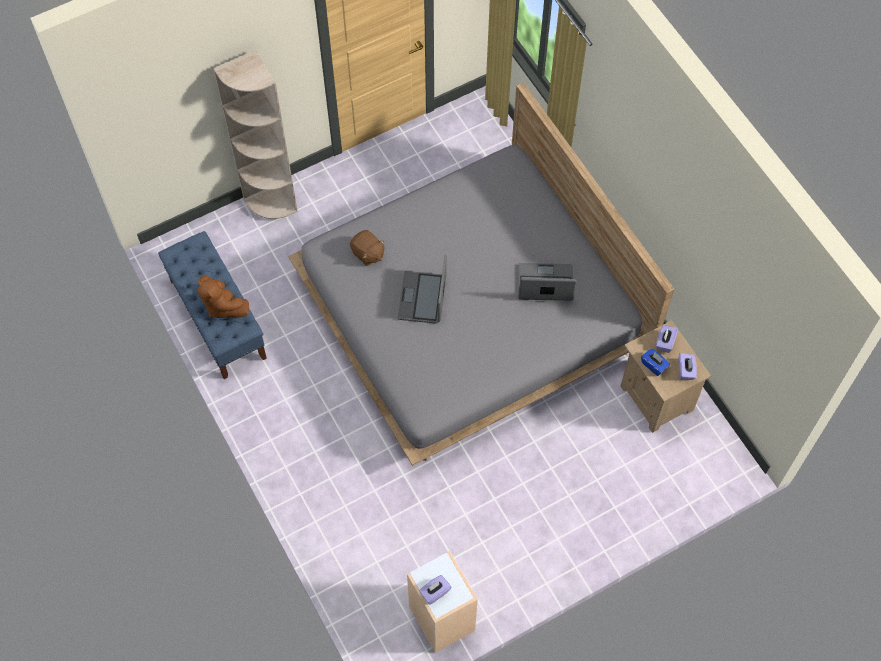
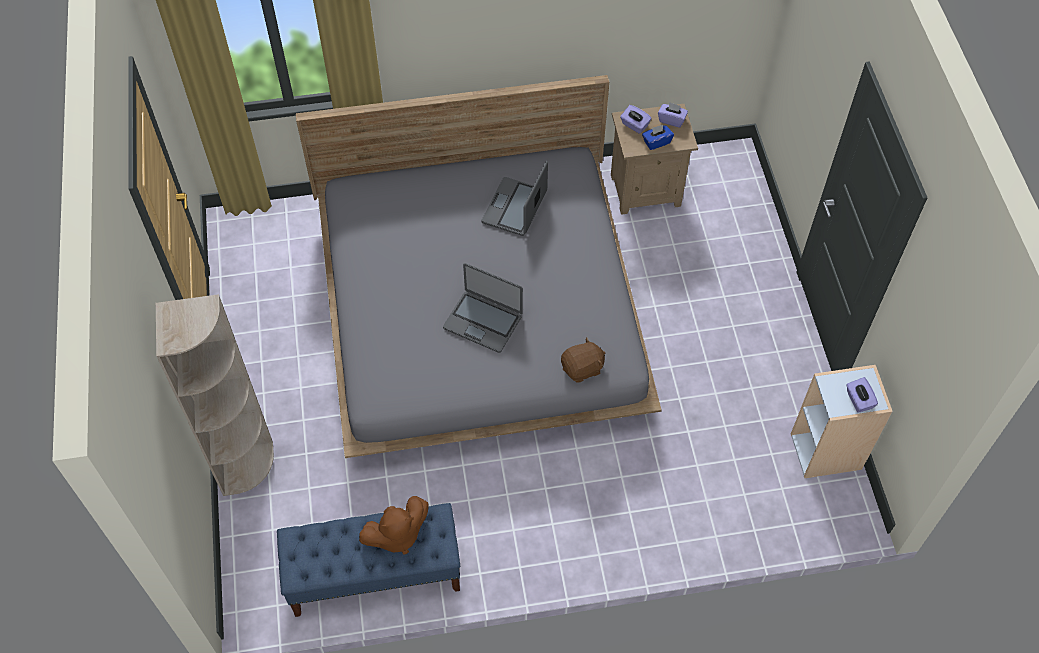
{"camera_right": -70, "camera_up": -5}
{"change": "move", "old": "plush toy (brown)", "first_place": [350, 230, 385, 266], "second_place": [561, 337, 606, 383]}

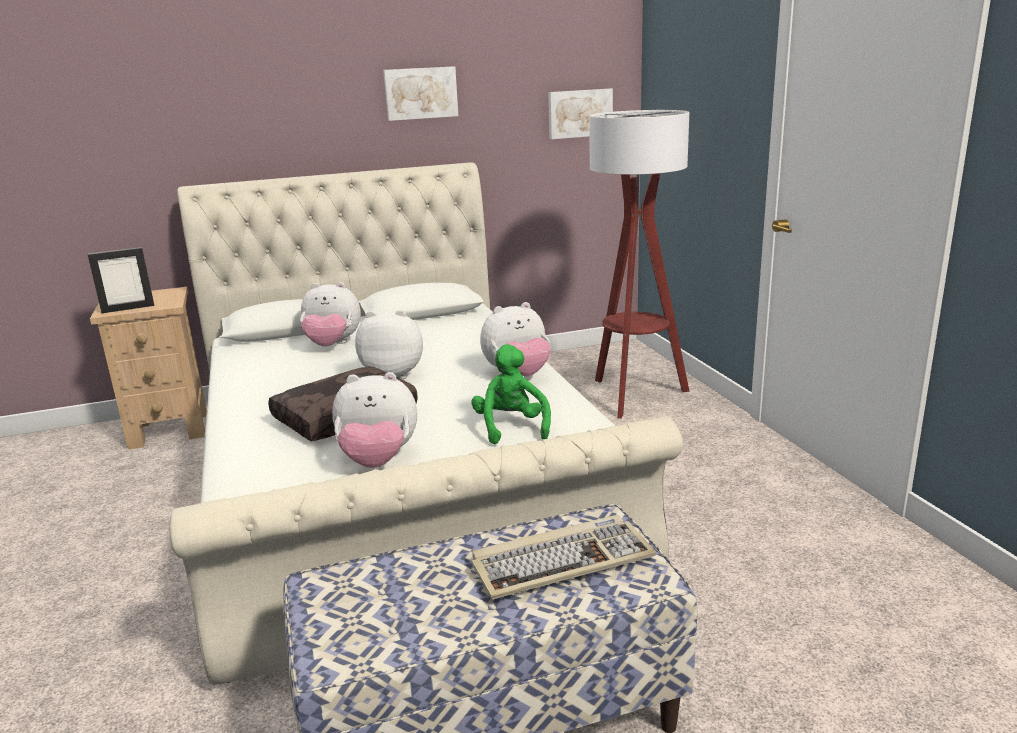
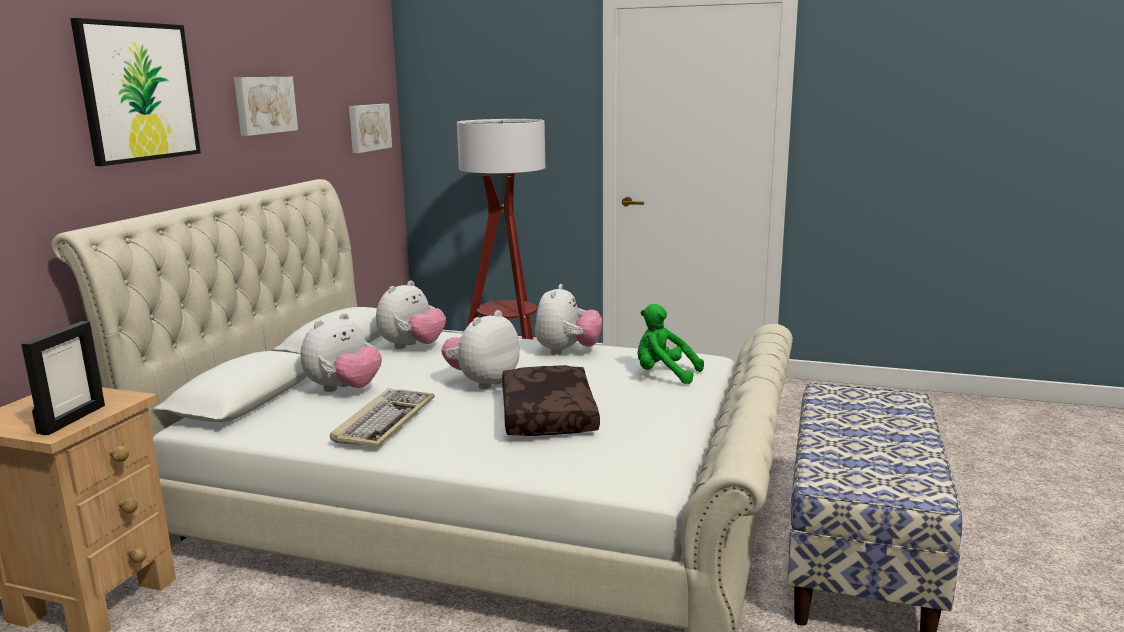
{"camera_right": -55, "camera_up": -5}
{"change": "insert", "new": "picture", "second_place": [70, 18, 201, 166]}
{"change": "move", "old": "plush toy", "first_place": [332, 372, 417, 468], "second_place": [376, 280, 446, 349]}
{"change": "move", "old": "keyboard", "first_place": [472, 515, 656, 600], "second_place": [330, 388, 435, 447]}

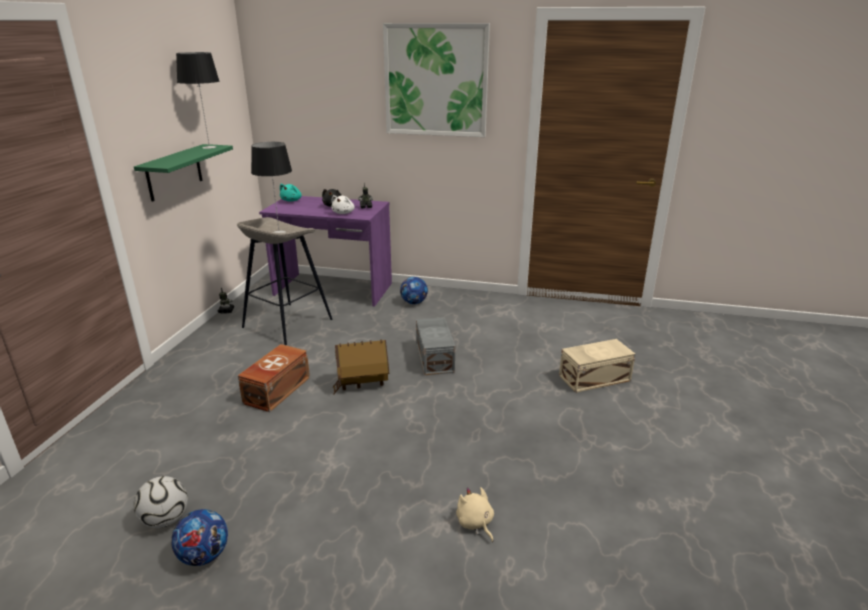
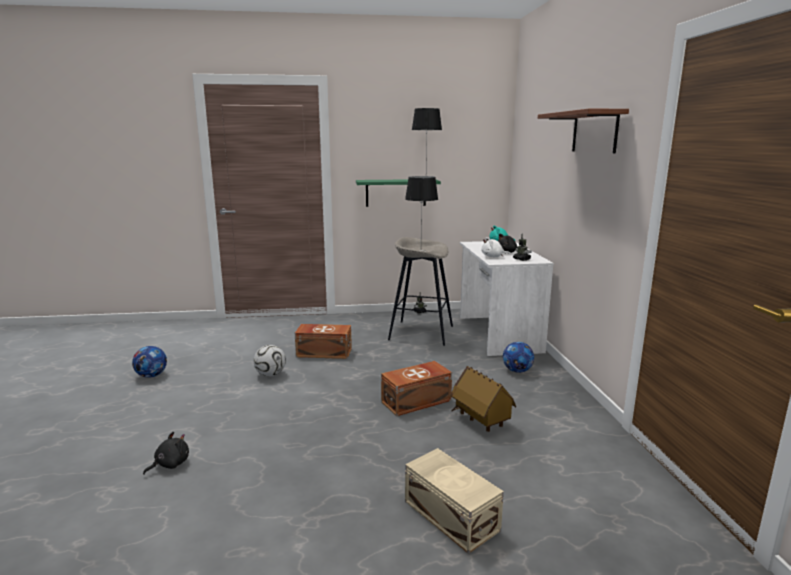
{"camera_right": 70, "camera_up": -10}
{"change": "move", "old": "football", "first_place": [134, 476, 188, 528], "second_place": [254, 345, 286, 377]}
{"change": "move", "old": "toy house", "first_place": [333, 339, 389, 394], "second_place": [451, 366, 516, 432]}
{"change": "replace", "old": "picture", "new": "shelf (brown)", "first_place": [383, 23, 490, 137], "second_place": [538, 108, 629, 153]}
{"change": "recolor", "old": "desk (purple)", "new": "desk (white)", "first_place": [259, 196, 392, 306], "second_place": [460, 241, 554, 356]}
{"change": "recolor", "old": "storage box (grey)", "new": "storage box (brown)", "first_place": [416, 317, 455, 375], "second_place": [381, 361, 452, 416]}
{"change": "recolor", "old": "plush toy (beige)", "new": "plush toy (black)", "first_place": [456, 487, 494, 542], "second_place": [143, 431, 189, 475]}

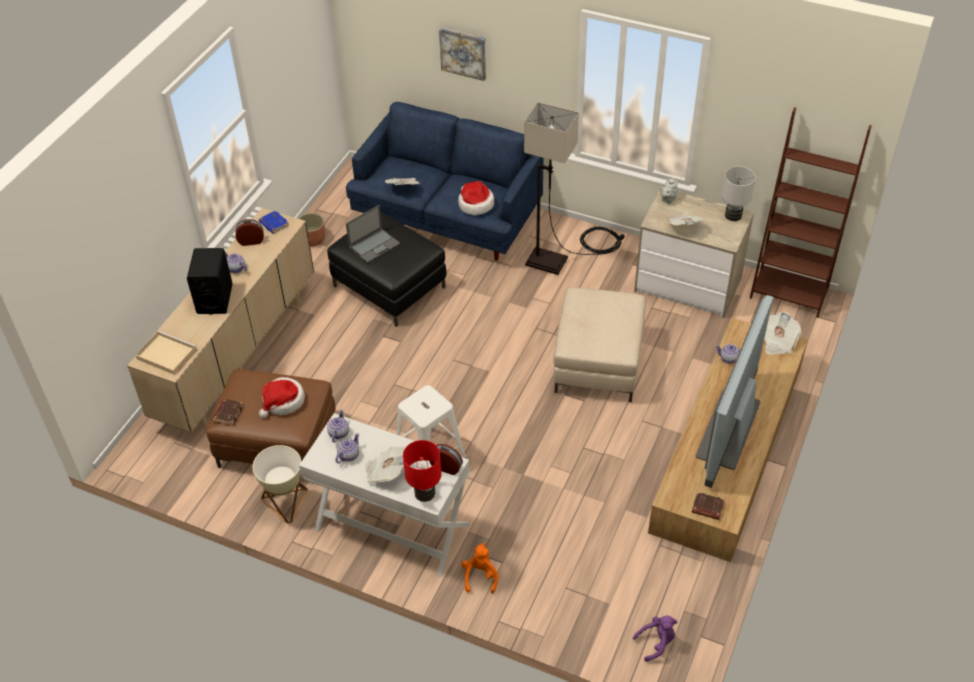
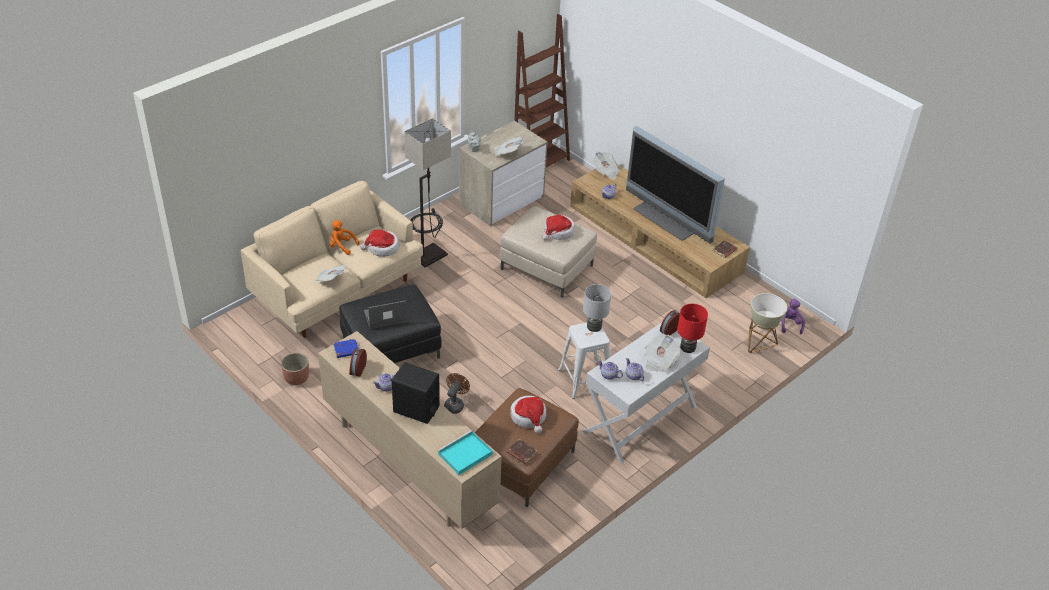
{"camera_right": -70, "camera_up": -5}
{"change": "delete", "old": "picture", "first_place": [439, 28, 486, 81]}
{"change": "insert", "new": "fan (brown)", "second_place": [444, 373, 470, 414]}
{"change": "insert", "new": "hat", "second_place": [542, 215, 575, 241]}
{"change": "move", "old": "planter", "first_place": [252, 445, 307, 523], "second_place": [748, 293, 787, 353]}
{"change": "move", "old": "plush toy (orange)", "first_place": [461, 543, 498, 594], "second_place": [330, 220, 359, 255]}
{"change": "move", "old": "table lamp (grey)", "first_place": [722, 166, 755, 221], "second_place": [583, 284, 611, 332]}
{"change": "recolor", "old": "tray (beige)", "new": "tray (turquoise)", "first_place": [136, 331, 196, 375], "second_place": [437, 430, 493, 475]}
{"change": "recolor", "old": "sofa (blue)", "new": "sofa (beige)", "first_place": [346, 102, 544, 261], "second_place": [241, 181, 423, 338]}
{"change": "rotate", "old": "laptop", "first_place": [346, 205, 400, 263], "second_place": [364, 300, 407, 329], "degrees": -90}

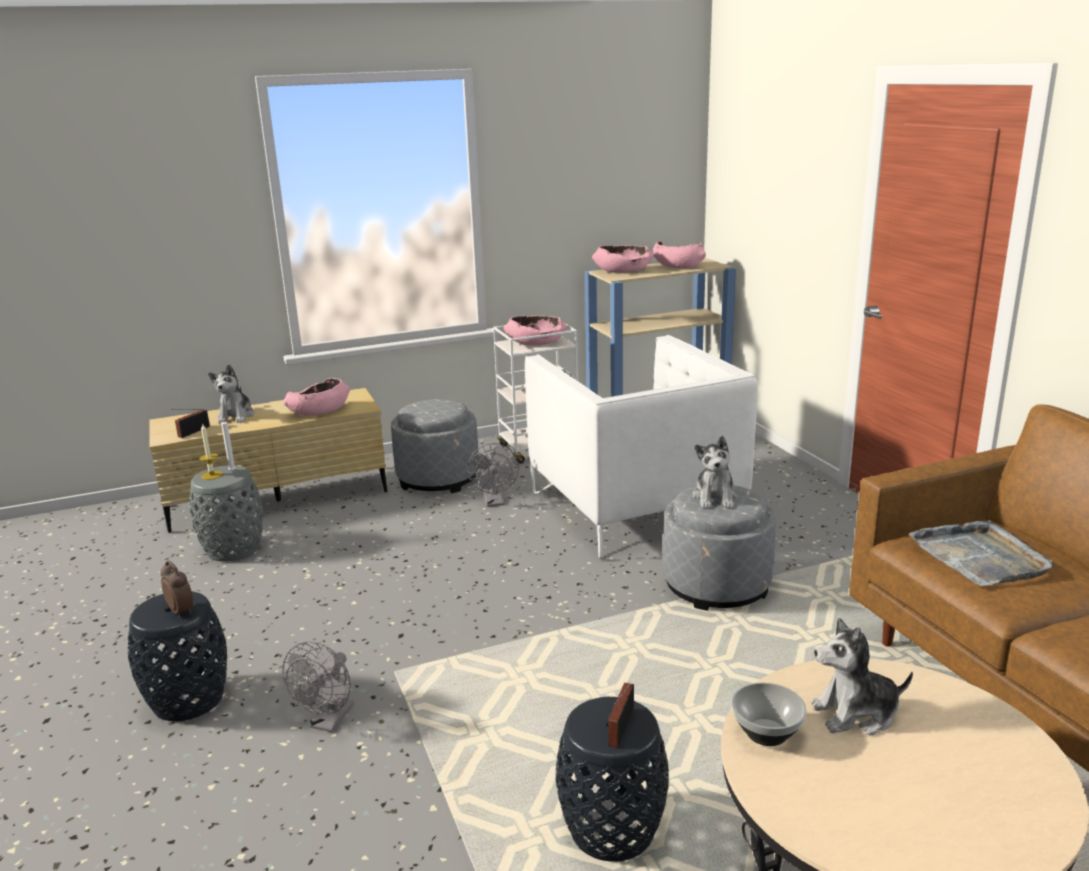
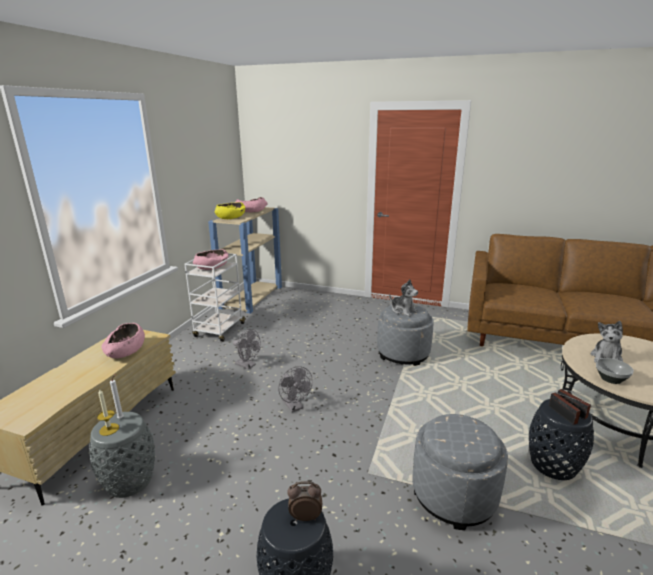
{"camera_right": -50, "camera_up": 0}
{"change": "delete", "old": "plush toy", "first_place": [208, 364, 254, 424]}
{"change": "delete", "old": "armchair (white)", "first_place": [525, 335, 758, 559]}
{"change": "delete", "old": "tray (grey)", "first_place": [909, 521, 1054, 586]}
{"change": "move", "old": "radio", "first_place": [171, 409, 210, 438], "second_place": [549, 393, 586, 425]}
{"change": "move", "old": "fan (grey)", "first_place": [282, 642, 354, 732], "second_place": [278, 366, 313, 412]}
{"change": "move", "old": "ottoman (grey)", "first_place": [391, 399, 479, 494], "second_place": [412, 414, 508, 530]}
{"change": "recolor", "old": "bowl (pink)", "new": "bowl (yellow)", "first_place": [592, 245, 654, 273], "second_place": [215, 202, 245, 219]}

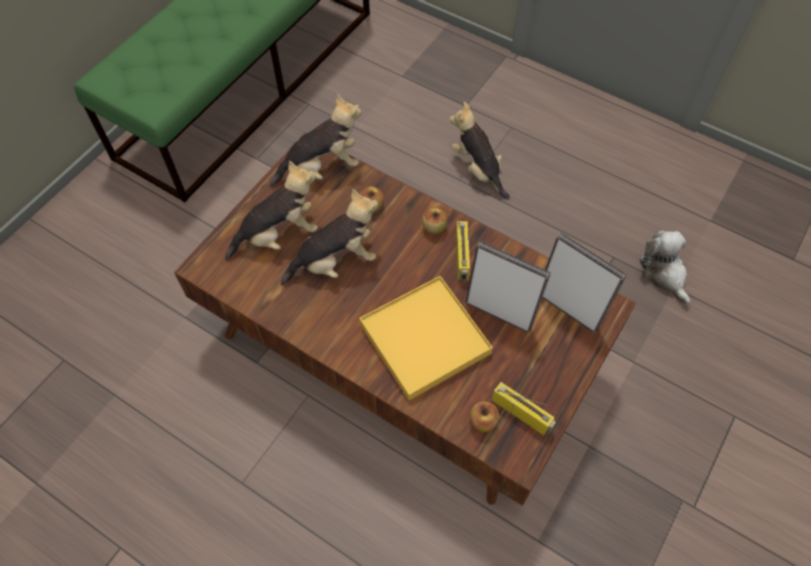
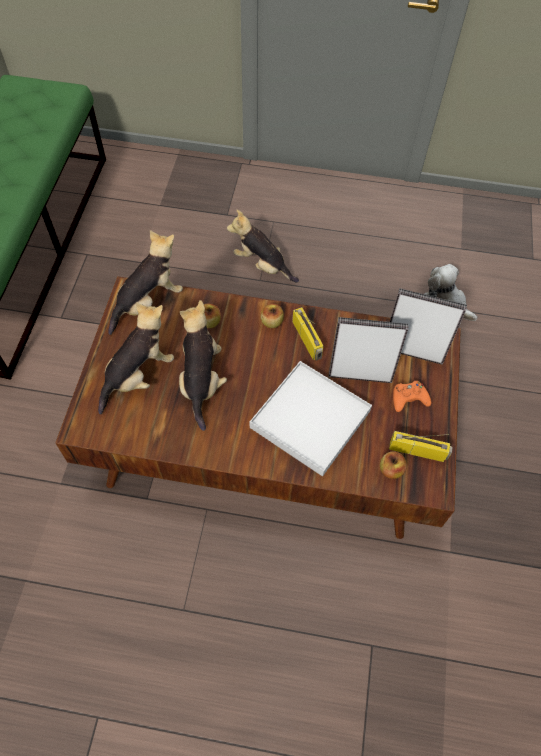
{"camera_right": -25, "camera_up": 0}
{"change": "insert", "new": "game controller (orange)", "second_place": [393, 381, 431, 412]}
{"change": "recolor", "old": "tray (yellow)", "new": "tray (white)", "first_place": [359, 276, 493, 400], "second_place": [250, 361, 372, 476]}
{"change": "rotate", "old": "plush toy", "first_place": [281, 188, 378, 286], "second_place": [179, 300, 227, 431], "degrees": -45}

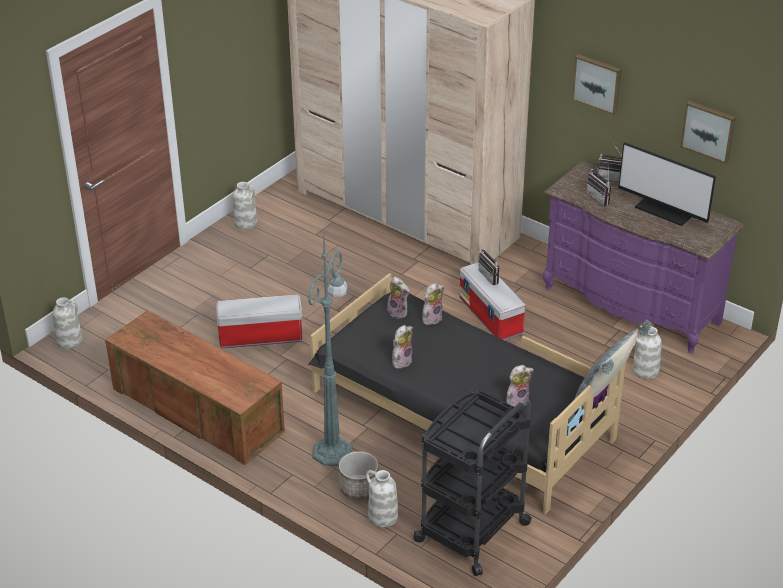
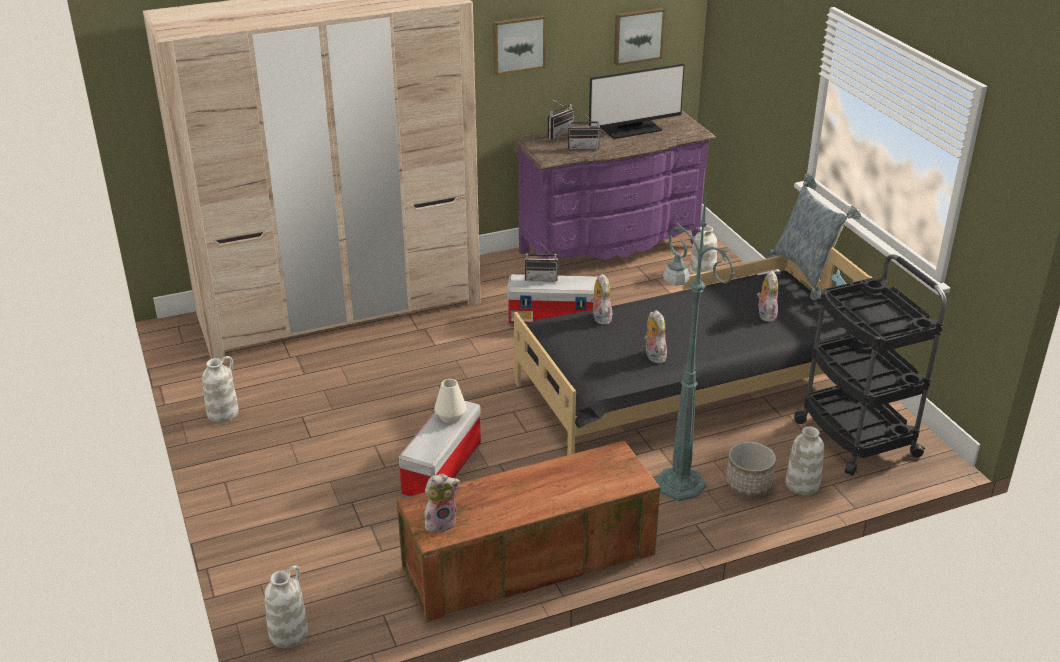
{"camera_right": -60, "camera_up": -5}
{"change": "insert", "new": "vase (white)", "second_place": [435, 379, 467, 423]}
{"change": "move", "old": "plush toy", "first_place": [387, 277, 410, 319], "second_place": [424, 474, 460, 534]}

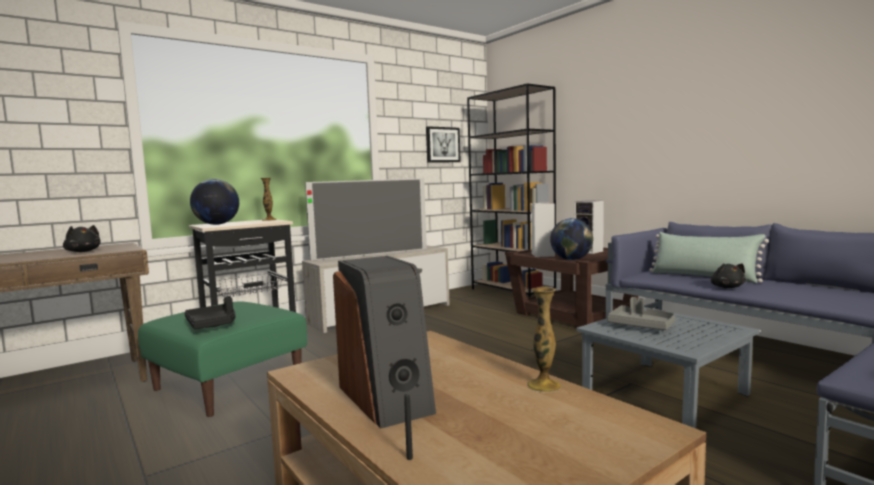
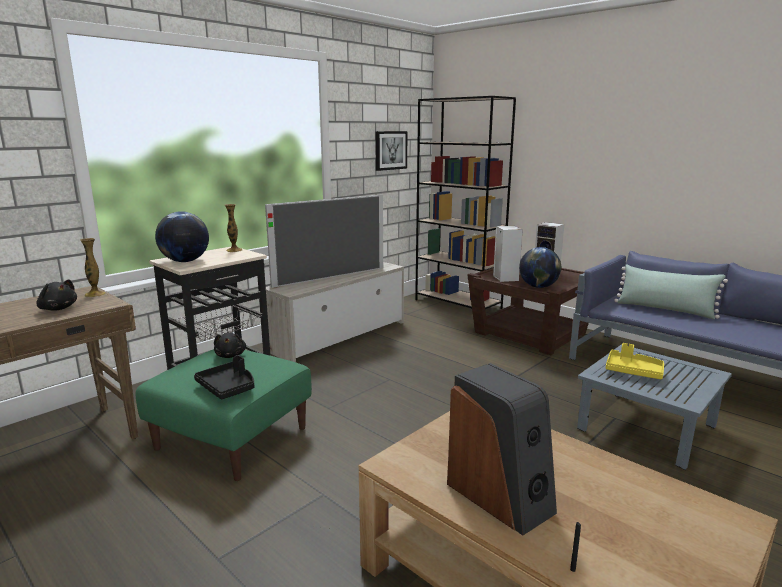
{"camera_right": -10, "camera_up": 10}
{"change": "move", "old": "vase", "first_place": [527, 287, 561, 392], "second_place": [80, 238, 106, 297]}
{"change": "move", "old": "plush toy (black)", "first_place": [711, 263, 746, 288], "second_place": [214, 333, 246, 358]}
{"change": "recolor", "old": "tray (grey)", "new": "tray (yellow)", "first_place": [607, 297, 676, 330], "second_place": [606, 343, 664, 379]}

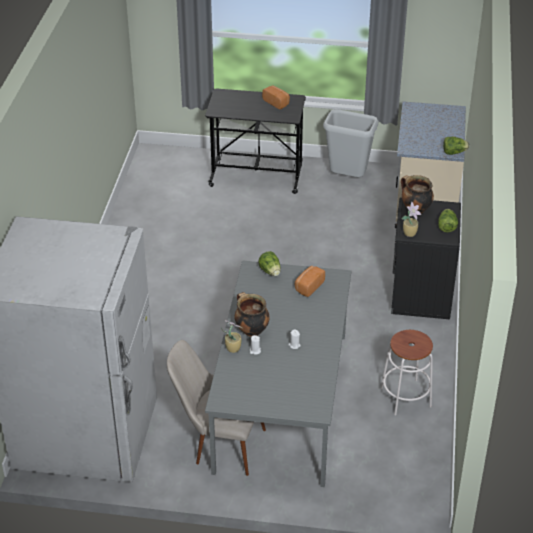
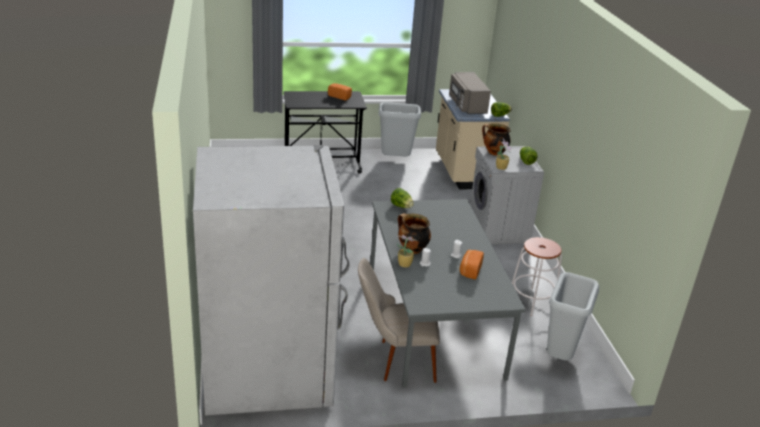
{"camera_right": -20, "camera_up": -10}
{"change": "insert", "new": "microwave (grey)", "second_place": [449, 72, 491, 114]}
{"change": "insert", "new": "trash can (grey)", "second_place": [547, 272, 599, 361]}
{"change": "move", "old": "bread", "first_place": [295, 266, 325, 297], "second_place": [460, 250, 484, 279]}
{"change": "recolor", "old": "washing machine (black)", "new": "washing machine (white)", "first_place": [391, 198, 461, 319], "second_place": [470, 146, 544, 244]}

